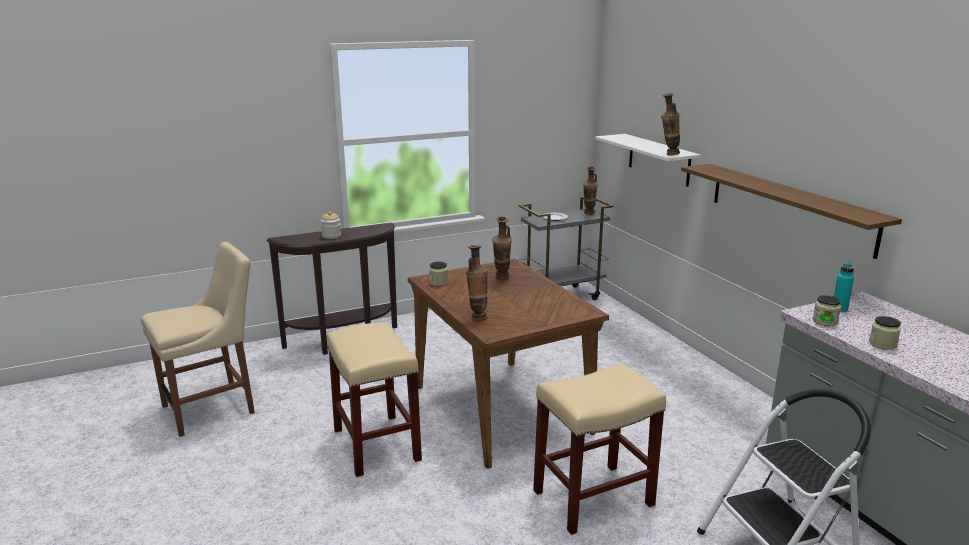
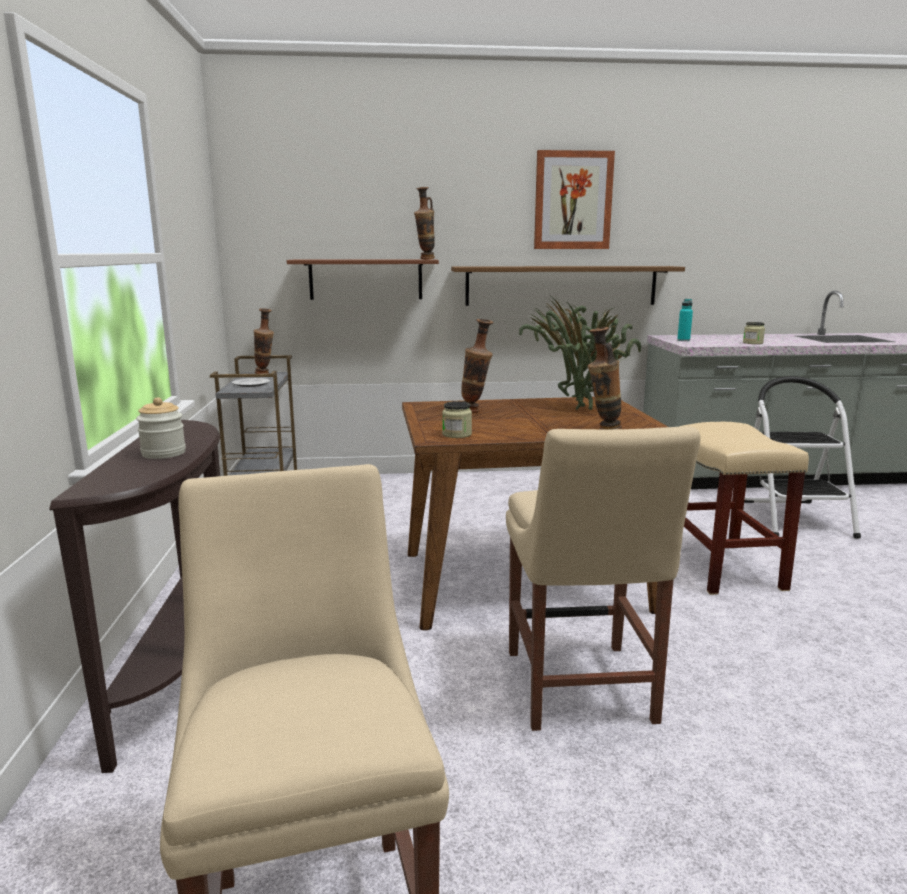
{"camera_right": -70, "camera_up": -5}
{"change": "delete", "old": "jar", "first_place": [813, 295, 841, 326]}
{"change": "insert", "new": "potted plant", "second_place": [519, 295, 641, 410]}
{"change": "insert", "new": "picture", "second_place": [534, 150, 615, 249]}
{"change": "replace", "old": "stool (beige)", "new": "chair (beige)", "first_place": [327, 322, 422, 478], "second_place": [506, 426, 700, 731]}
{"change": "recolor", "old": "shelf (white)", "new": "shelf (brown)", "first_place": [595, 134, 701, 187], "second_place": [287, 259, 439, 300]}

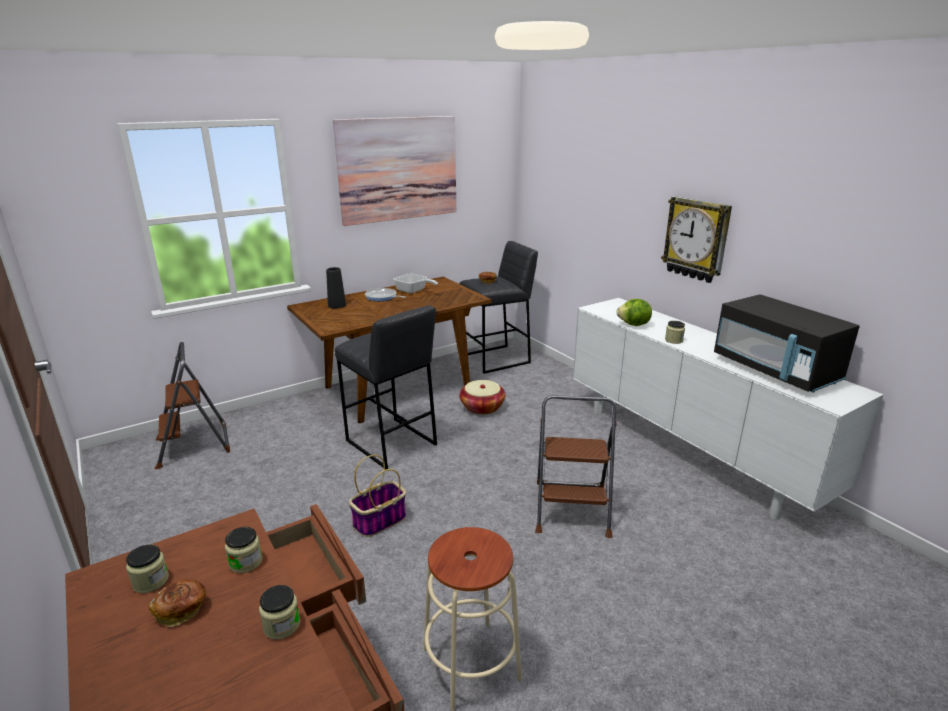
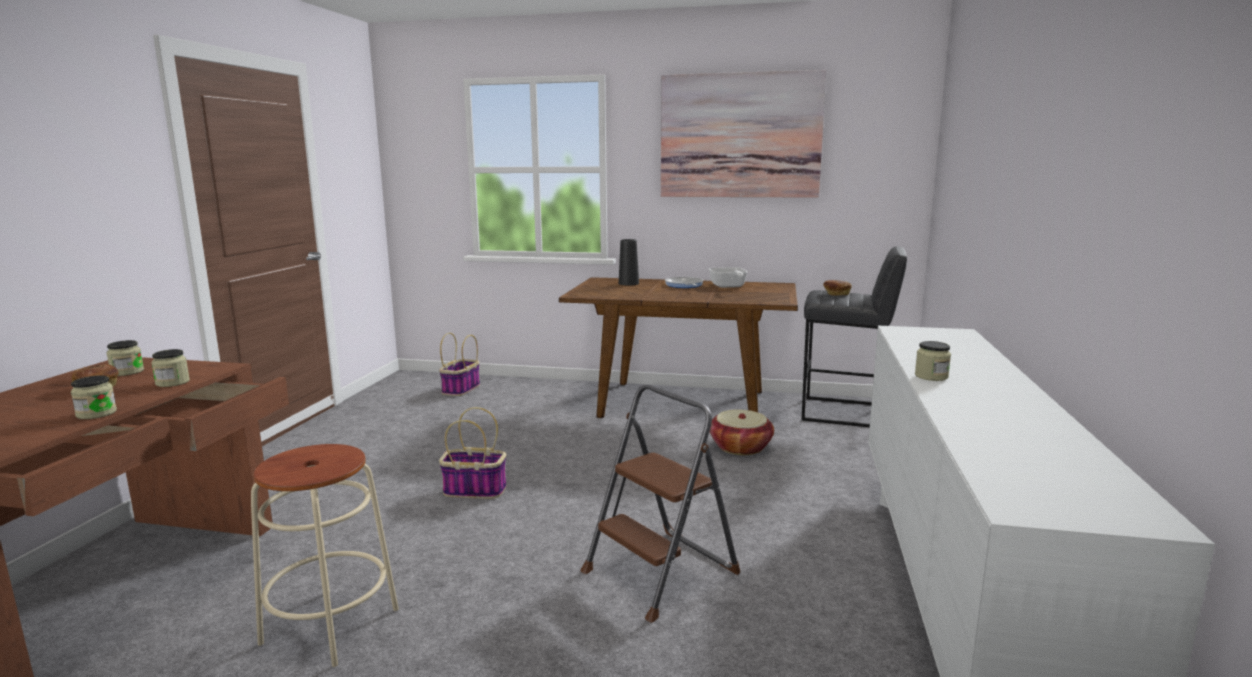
{"camera_right": 45, "camera_up": -10}
{"change": "delete", "old": "stool (grey)", "first_place": [335, 306, 437, 469]}
{"change": "delete", "old": "lettuce", "first_place": [616, 299, 652, 326]}
{"change": "delete", "old": "wall clock", "first_place": [661, 196, 732, 283]}
{"change": "delete", "old": "microwave (black)", "first_place": [714, 294, 860, 393]}
{"change": "replace", "old": "step ladder (brown)", "new": "basket", "first_place": [155, 342, 230, 469], "second_place": [439, 333, 480, 396]}

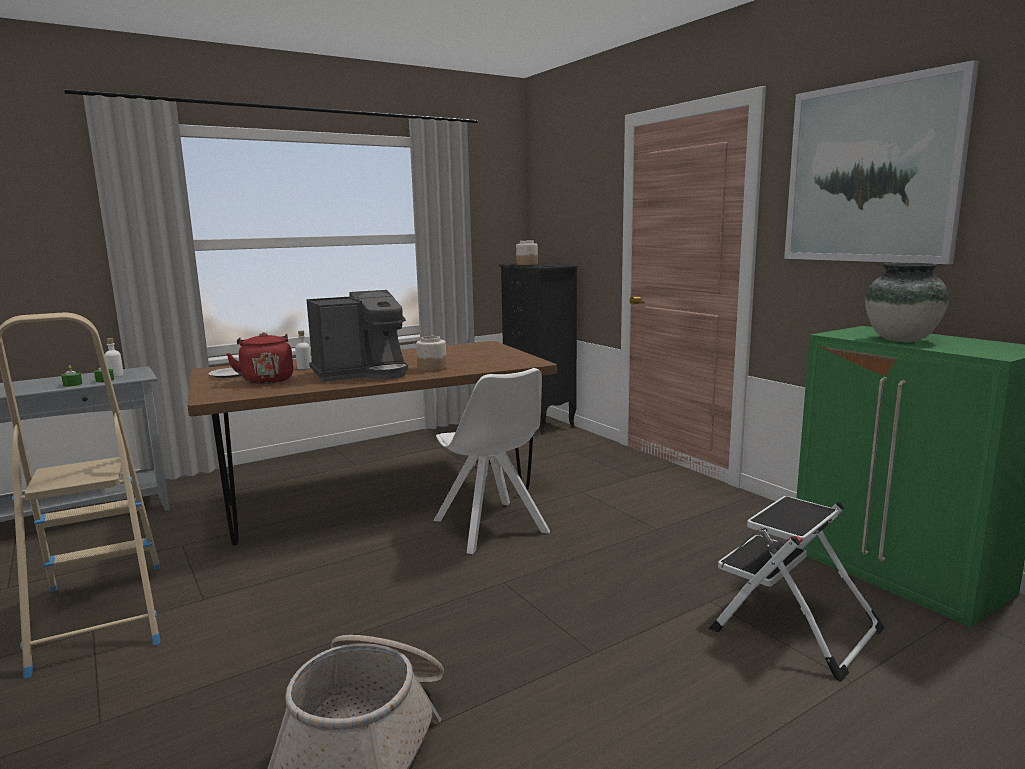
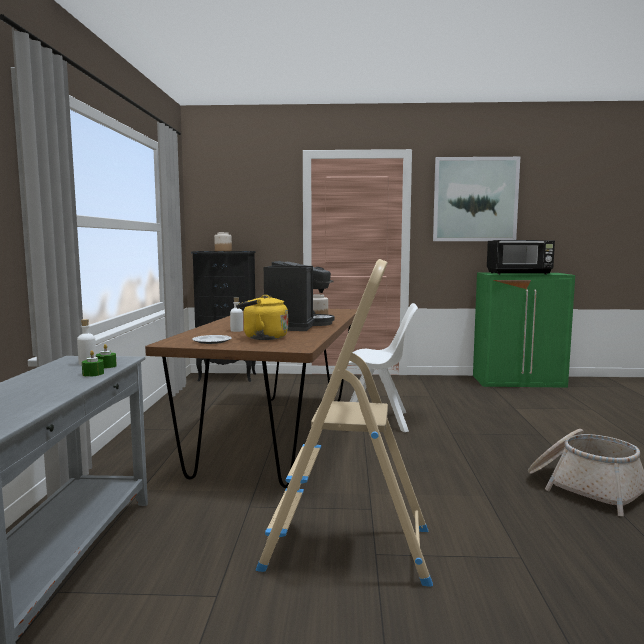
{"camera_right": -55, "camera_up": -5}
{"change": "delete", "old": "step ladder", "first_place": [709, 496, 885, 681]}
{"change": "replace", "old": "vase", "new": "microwave (black)", "first_place": [865, 263, 949, 342], "second_place": [487, 240, 555, 275]}
{"change": "recolor", "old": "kettle (red)", "new": "kettle (yellow)", "first_place": [227, 332, 293, 384], "second_place": [236, 295, 288, 340]}

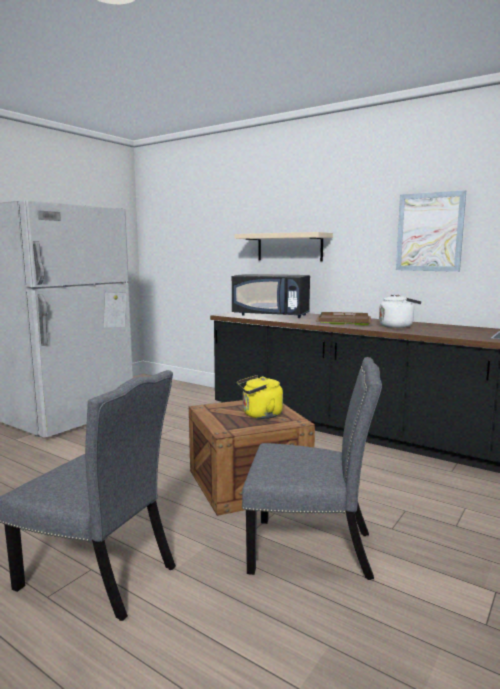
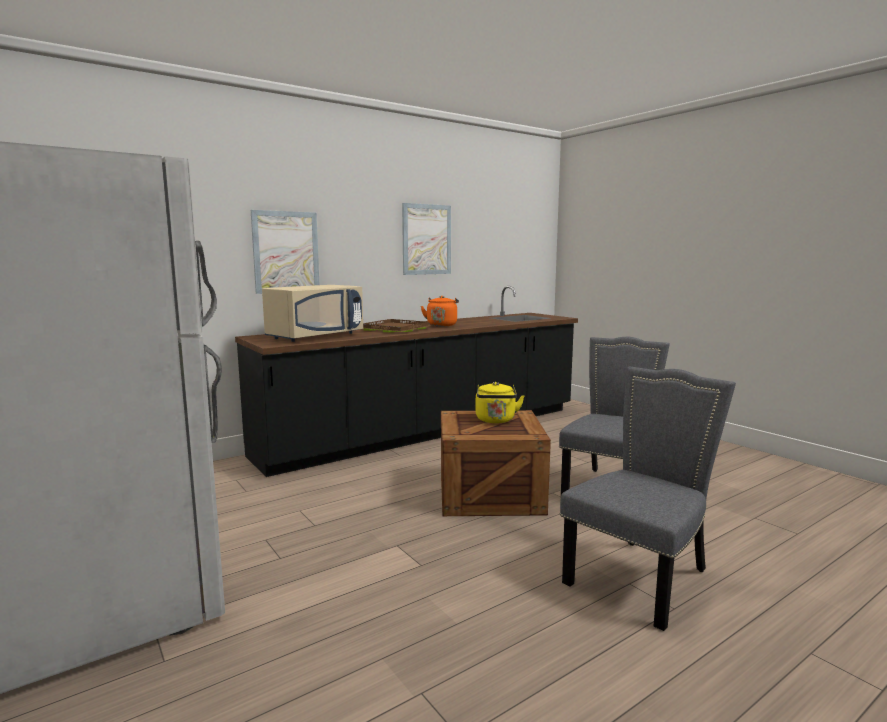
{"camera_right": -70, "camera_up": 0}
{"change": "replace", "old": "shelf (beige)", "new": "picture", "first_place": [234, 232, 333, 261], "second_place": [251, 210, 319, 294]}
{"change": "recolor", "old": "microwave (black)", "new": "microwave (beige)", "first_place": [232, 274, 310, 318], "second_place": [262, 285, 363, 342]}
{"change": "recolor", "old": "kettle (white)", "new": "kettle (orange)", "first_place": [379, 294, 421, 328], "second_place": [421, 296, 459, 326]}

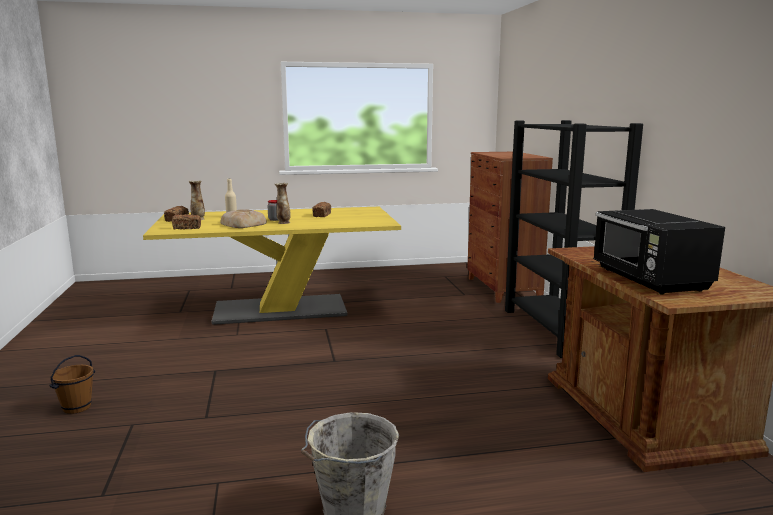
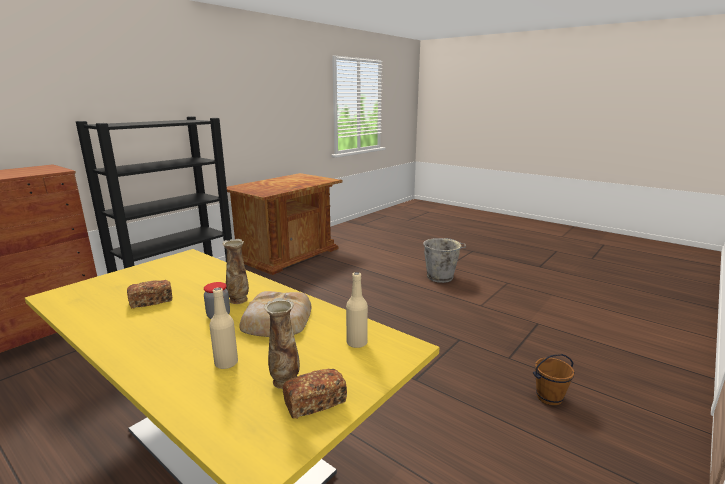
{"camera_right": -130, "camera_up": 5}
{"change": "delete", "old": "microwave (black)", "first_place": [593, 209, 725, 295]}
{"change": "replace", "old": "bread", "new": "bottle (beige)", "first_place": [172, 214, 201, 229], "second_place": [346, 272, 368, 348]}

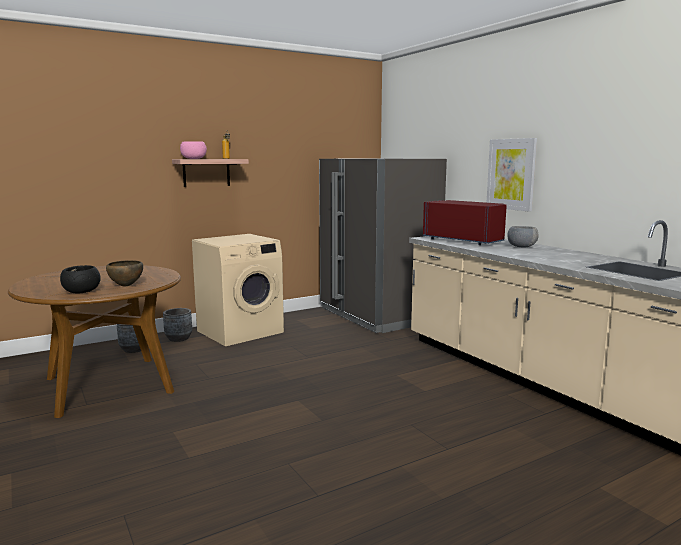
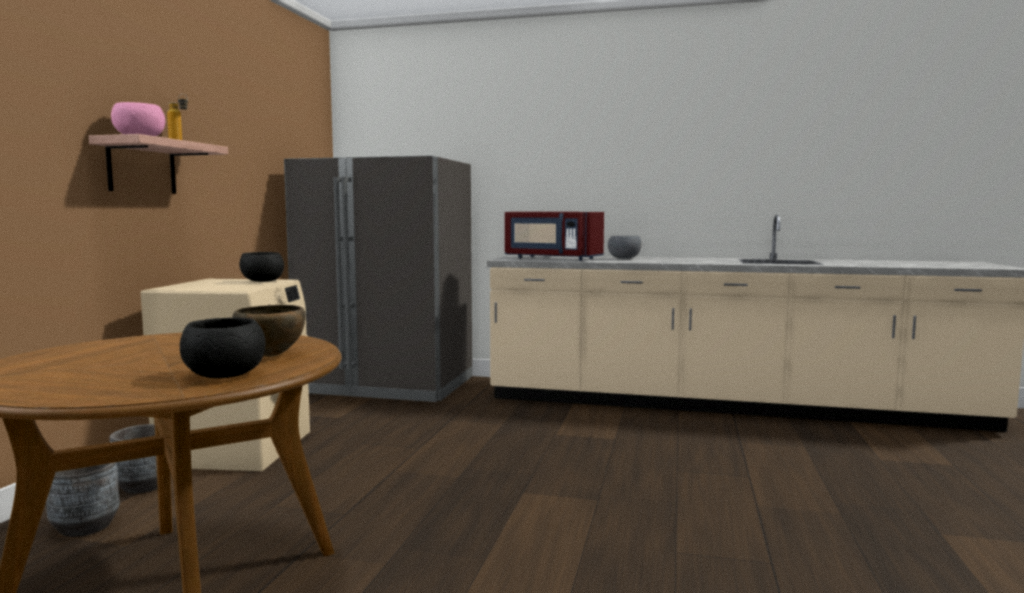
{"camera_right": -45, "camera_up": -5}
{"change": "delete", "old": "picture", "first_place": [486, 138, 537, 212]}
{"change": "insert", "new": "bowl (black)", "second_place": [239, 252, 284, 282]}
{"change": "rotate", "old": "microwave (red)", "first_place": [423, 200, 507, 245], "second_place": [505, 212, 604, 260], "degrees": -150}

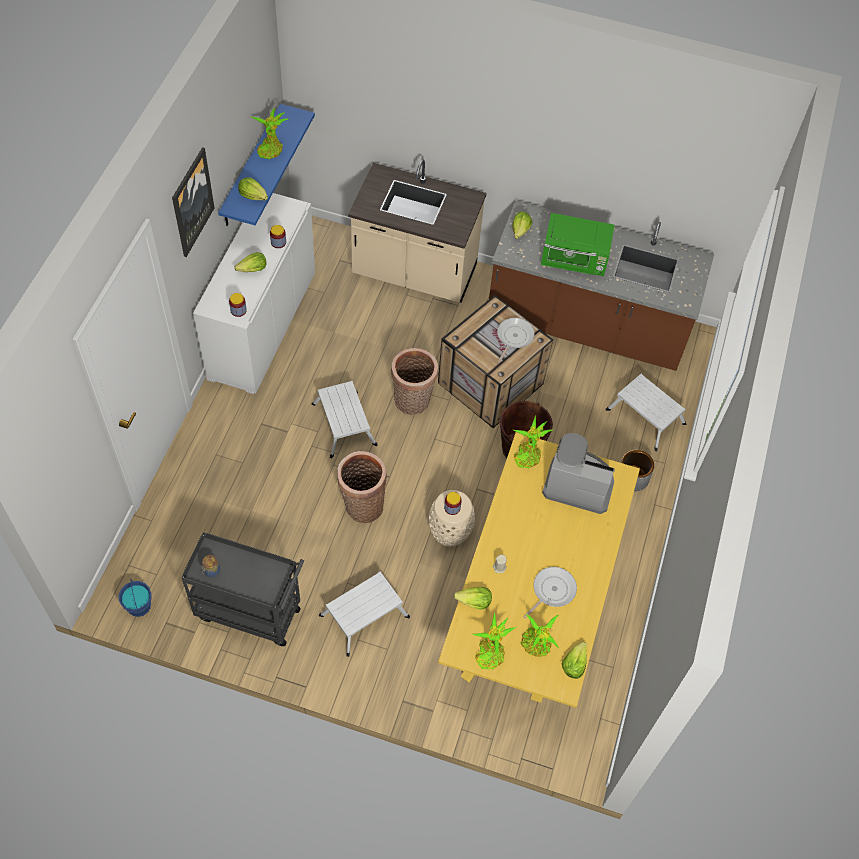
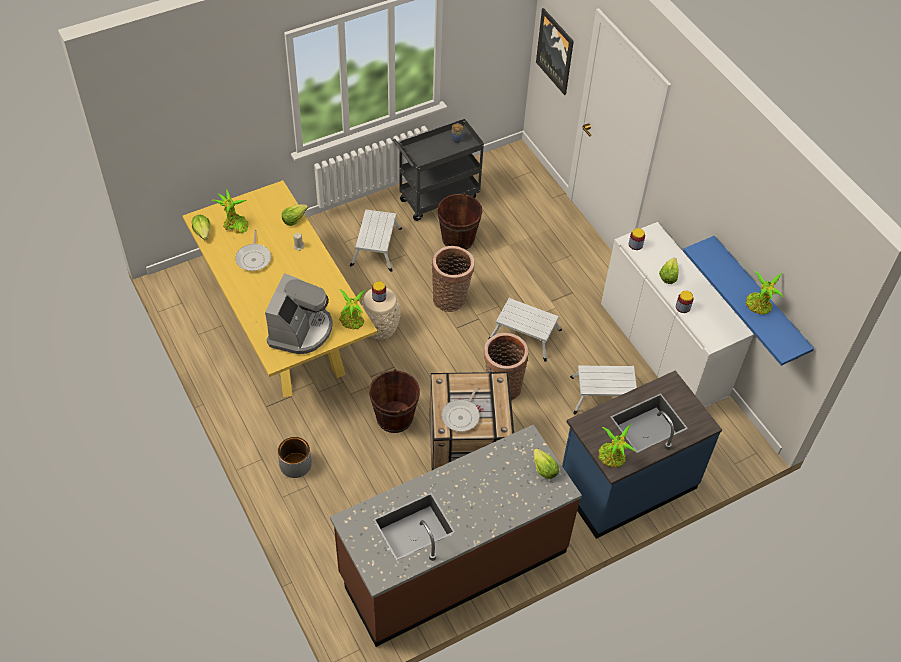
{"camera_right": 135, "camera_up": -5}
{"change": "delete", "old": "bucket (blue)", "first_place": [119, 579, 152, 617]}
{"change": "delete", "old": "lettuce", "first_place": [238, 177, 268, 200]}
{"change": "delete", "old": "microwave (green)", "first_place": [541, 213, 615, 276]}
{"change": "insert", "new": "bucket (brown)", "second_place": [437, 193, 483, 250]}
{"change": "move", "old": "picture", "first_place": [172, 147, 215, 257], "second_place": [536, 8, 574, 95]}
{"change": "move", "old": "potted plant", "first_place": [472, 612, 517, 669], "second_place": [598, 424, 635, 467]}
{"change": "move", "old": "step ladder (white)", "first_place": [606, 374, 687, 451], "second_place": [570, 365, 637, 414]}
{"change": "recolor", "old": "counter (beige)", "new": "counter (blue)", "first_place": [348, 159, 486, 303], "second_place": [562, 370, 722, 539]}
{"change": "rotate", "old": "frying pan", "first_place": [497, 318, 535, 363], "second_place": [442, 386, 480, 432], "degrees": 45}
{"change": "rotate", "old": "coffee machine", "first_place": [542, 433, 614, 514], "second_place": [265, 273, 333, 354], "degrees": -45}

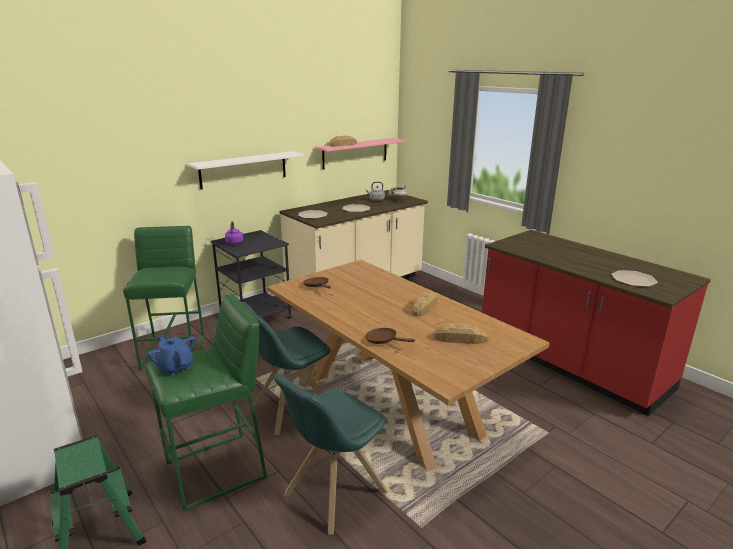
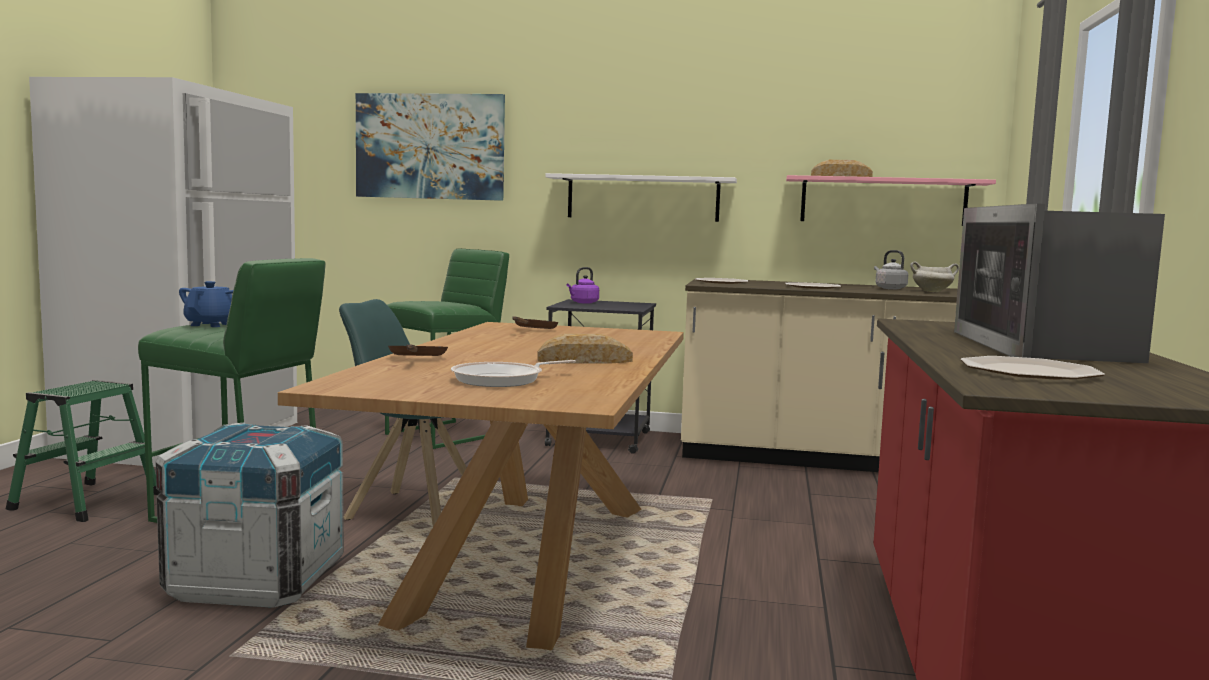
{"camera_right": 50, "camera_up": -15}
{"change": "insert", "new": "picture", "second_place": [356, 93, 505, 201]}
{"change": "insert", "new": "microwave", "second_place": [954, 204, 1165, 363]}
{"change": "replace", "old": "chair (turquoise)", "new": "crate", "first_place": [274, 373, 387, 535], "second_place": [155, 422, 344, 608]}
{"change": "replace", "old": "bread", "new": "frying pan", "first_place": [434, 323, 488, 344], "second_place": [451, 360, 576, 387]}

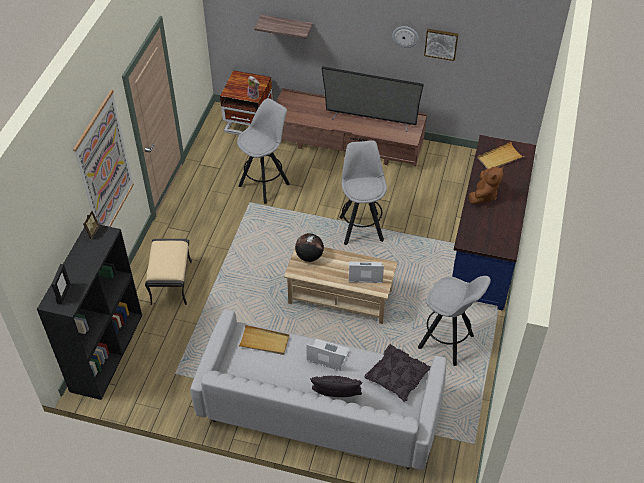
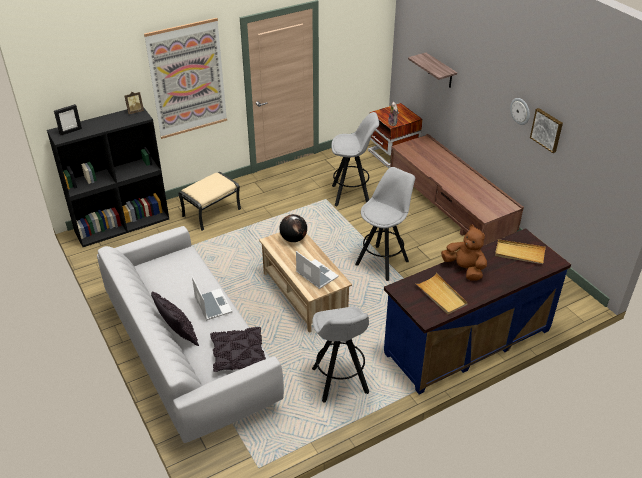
{"camera_right": 45, "camera_up": -10}
{"change": "delete", "old": "television", "first_place": [321, 66, 424, 132]}
{"change": "move", "old": "tray (beige)", "first_place": [239, 325, 289, 355], "second_place": [415, 273, 468, 314]}
{"change": "rotate", "old": "plush toy (brown)", "first_place": [469, 166, 503, 204], "second_place": [441, 224, 487, 281], "degrees": -120}

